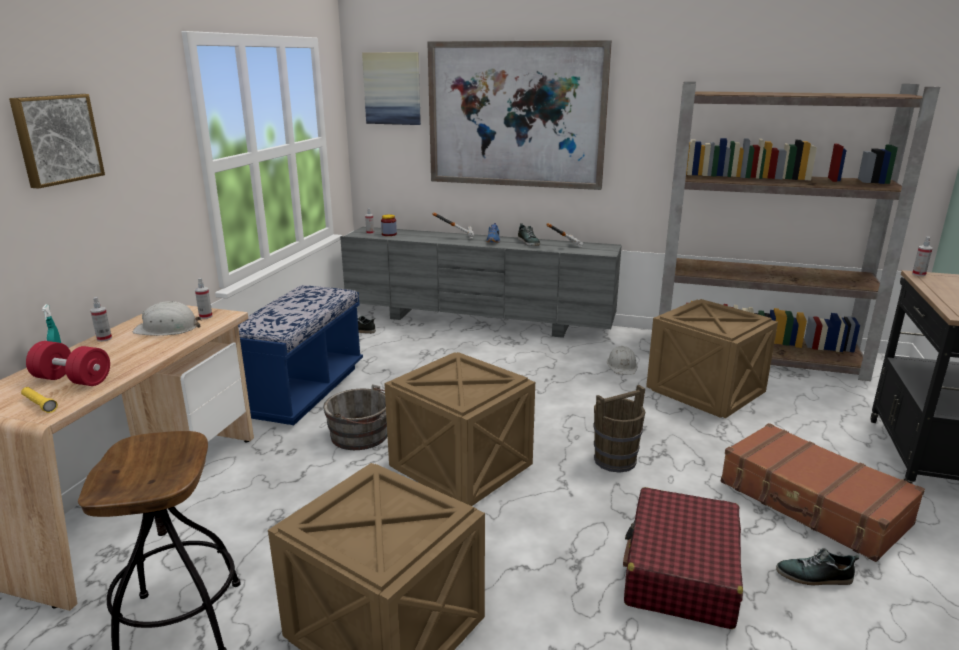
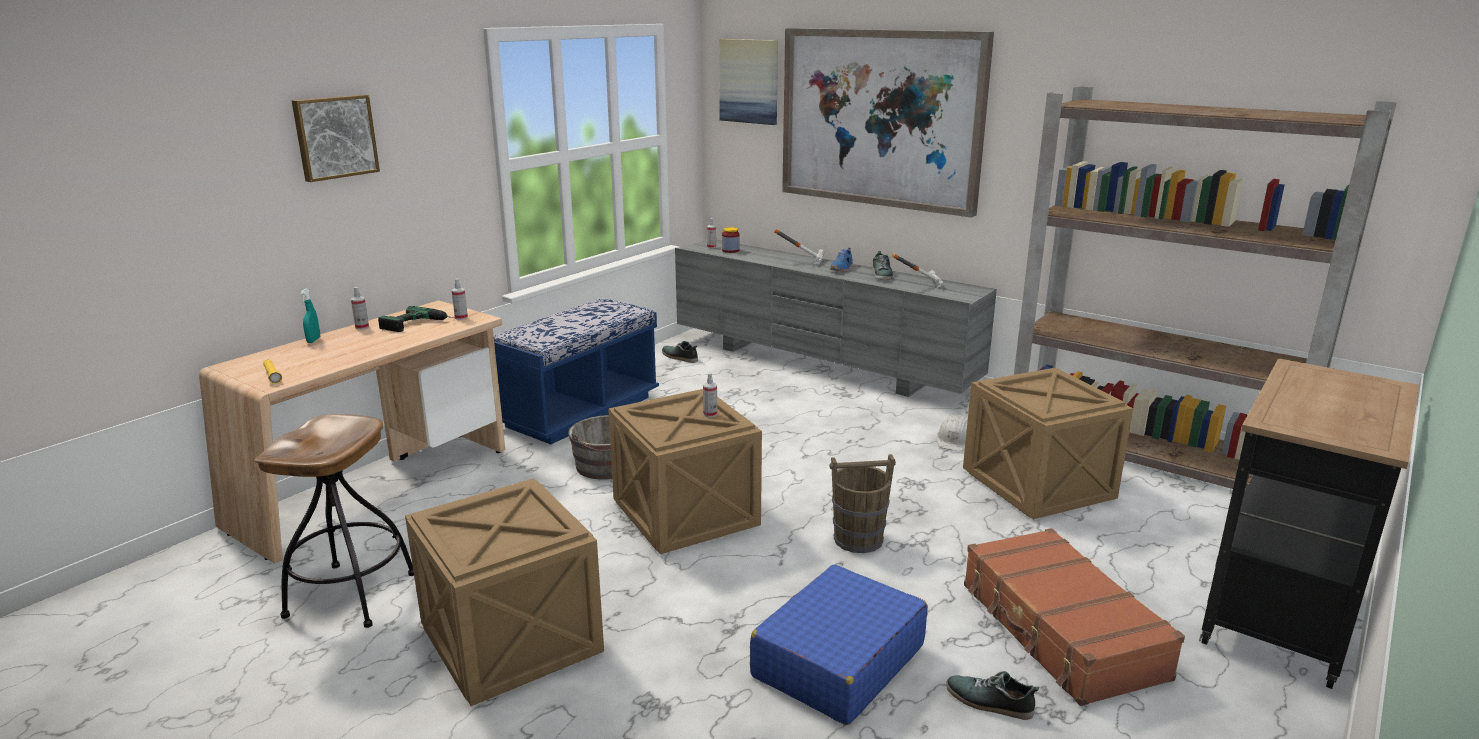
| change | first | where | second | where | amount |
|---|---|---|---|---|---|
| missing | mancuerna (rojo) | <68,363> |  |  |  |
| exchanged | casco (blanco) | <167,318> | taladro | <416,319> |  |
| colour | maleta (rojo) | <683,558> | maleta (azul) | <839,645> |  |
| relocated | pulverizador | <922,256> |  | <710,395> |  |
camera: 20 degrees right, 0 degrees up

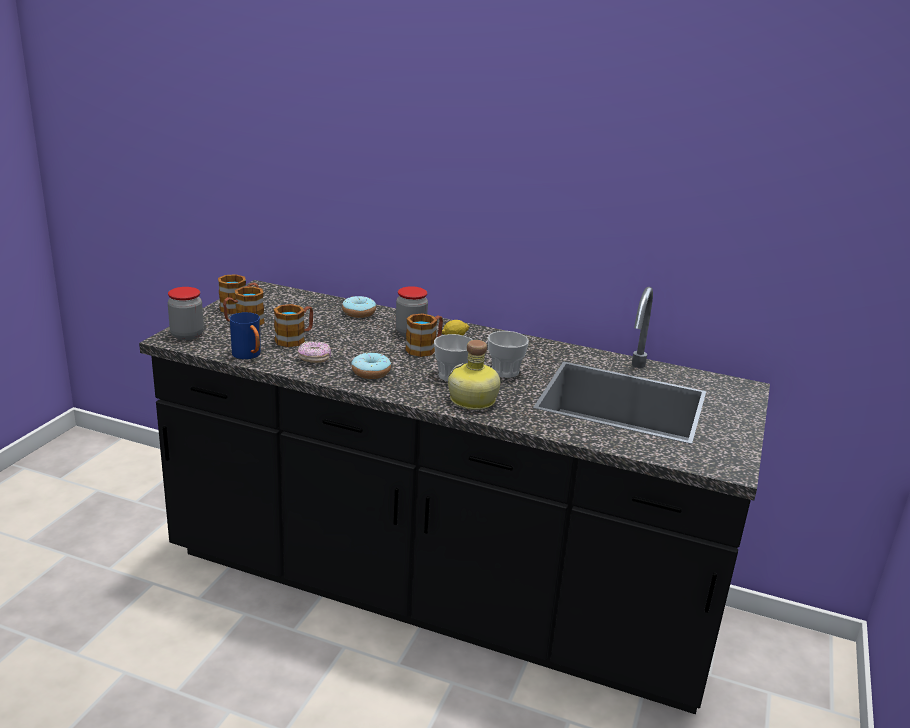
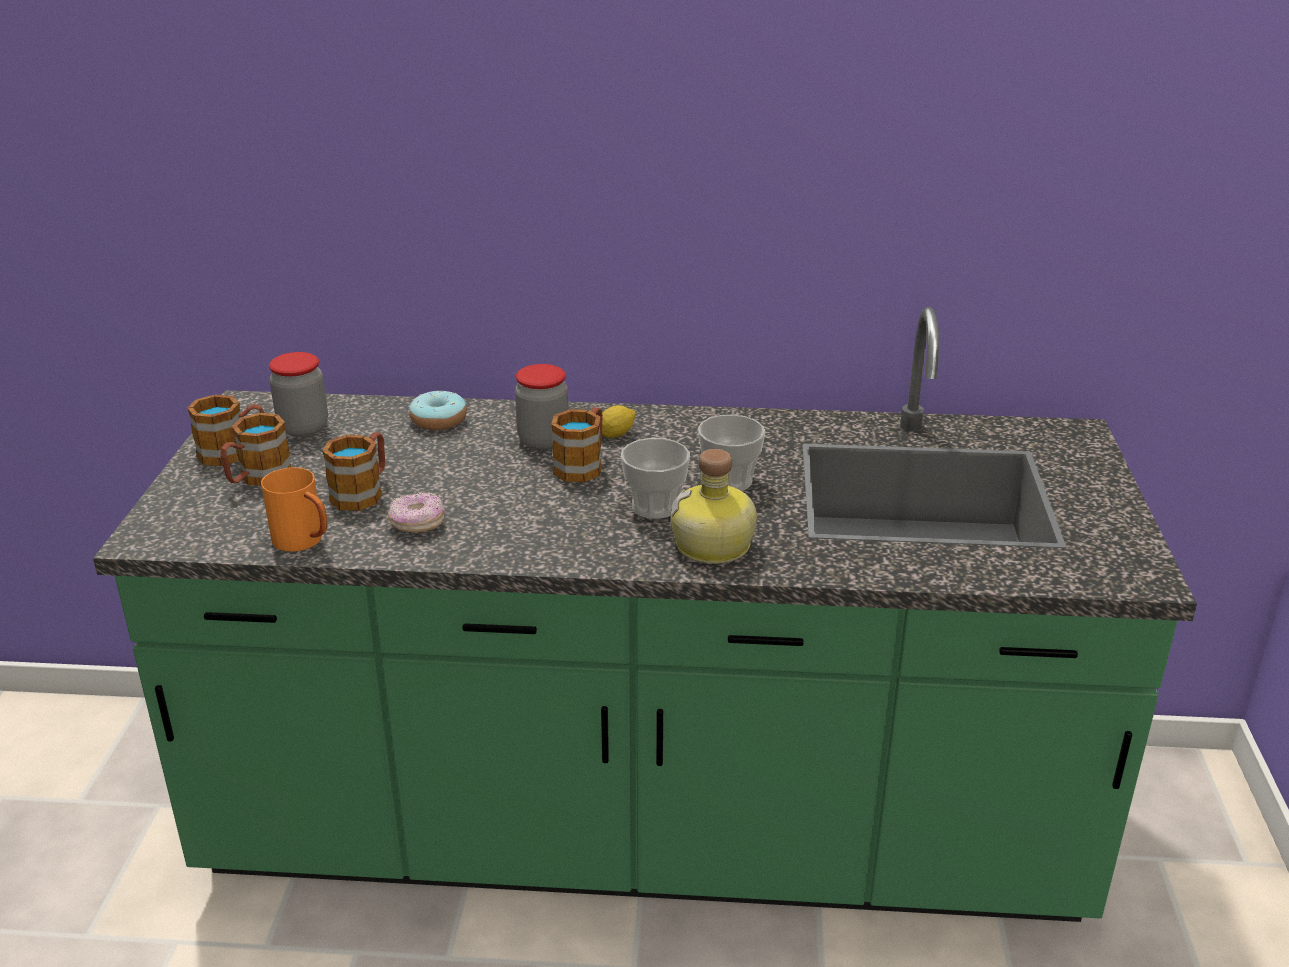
| change | first | where | second | where | amount |
|---|---|---|---|---|---|
| colour | mueble bajo de cocina (negro) | <454,497> | mueble bajo de cocina (verde) | <645,614> |  |
| relocated | tarro | <186,313> |  | <298,394> |  |
| colour | taza grande (azul) | <245,335> | taza grande (naranja) | <294,509> |  |
| missing | rosquilla | <371,366> |  |  |  |
camera: 15 degrees left, 5 degrees up

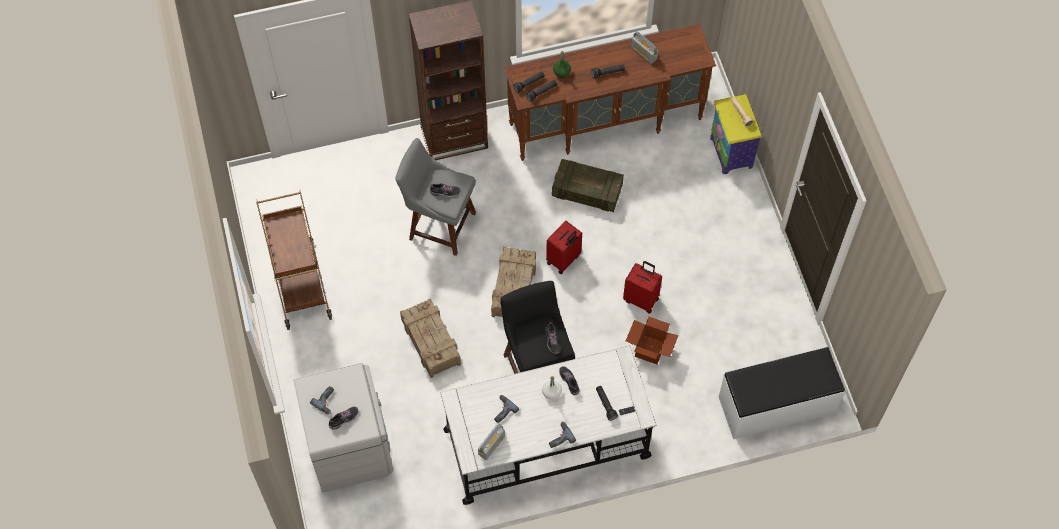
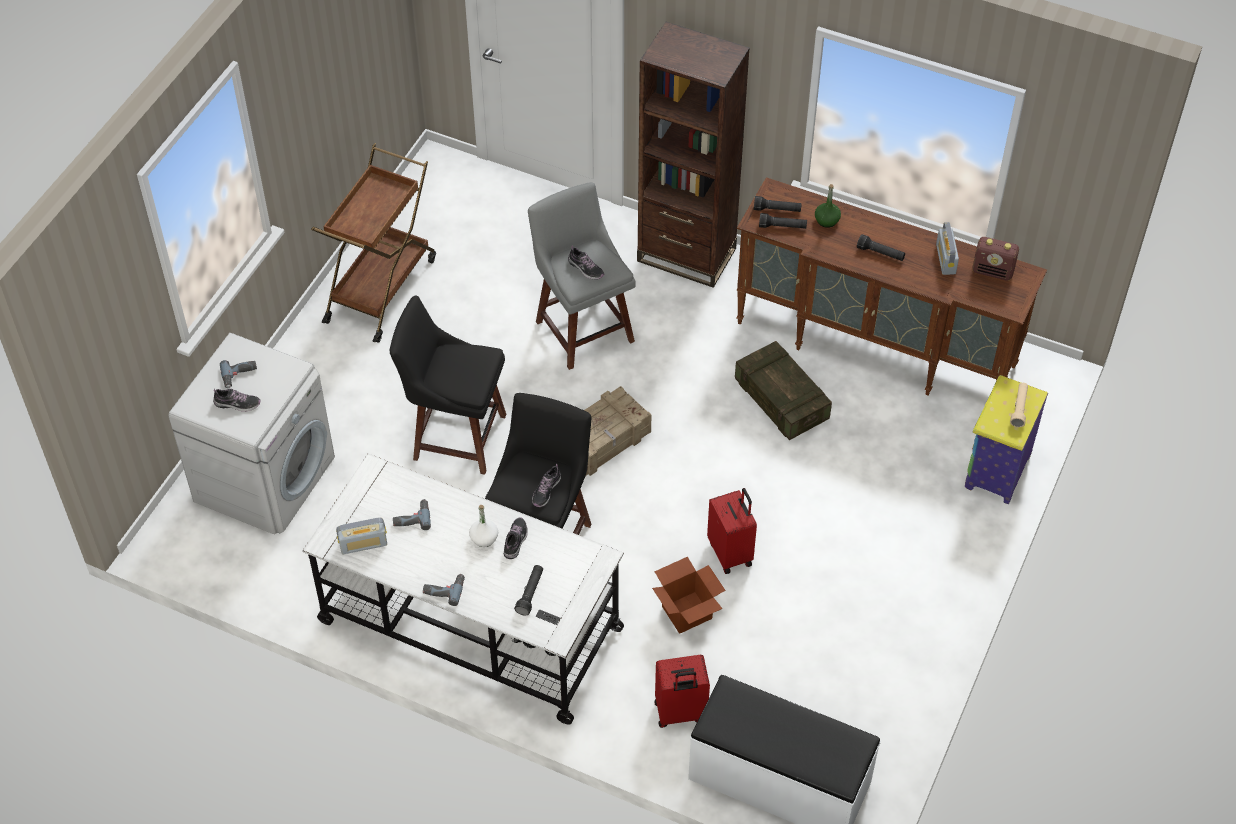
| change | first | where | second | where | amount |
|---|---|---|---|---|---|
| exchanged | caja de embalaje | <430,338> | taburete (negro) | <448,385> |  |
| relocated | maleta (rojo) | <564,247> |  | <682,691> |  |
| appeared |  |  | radio | <996,259> |  |
camera: 40 degrees right, 10 degrees down

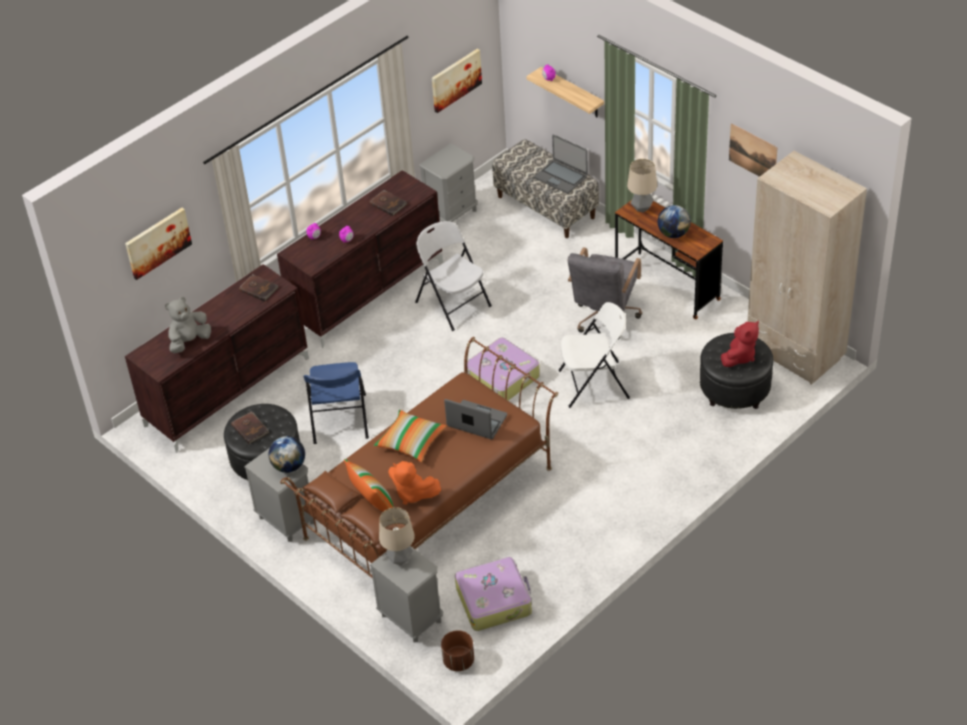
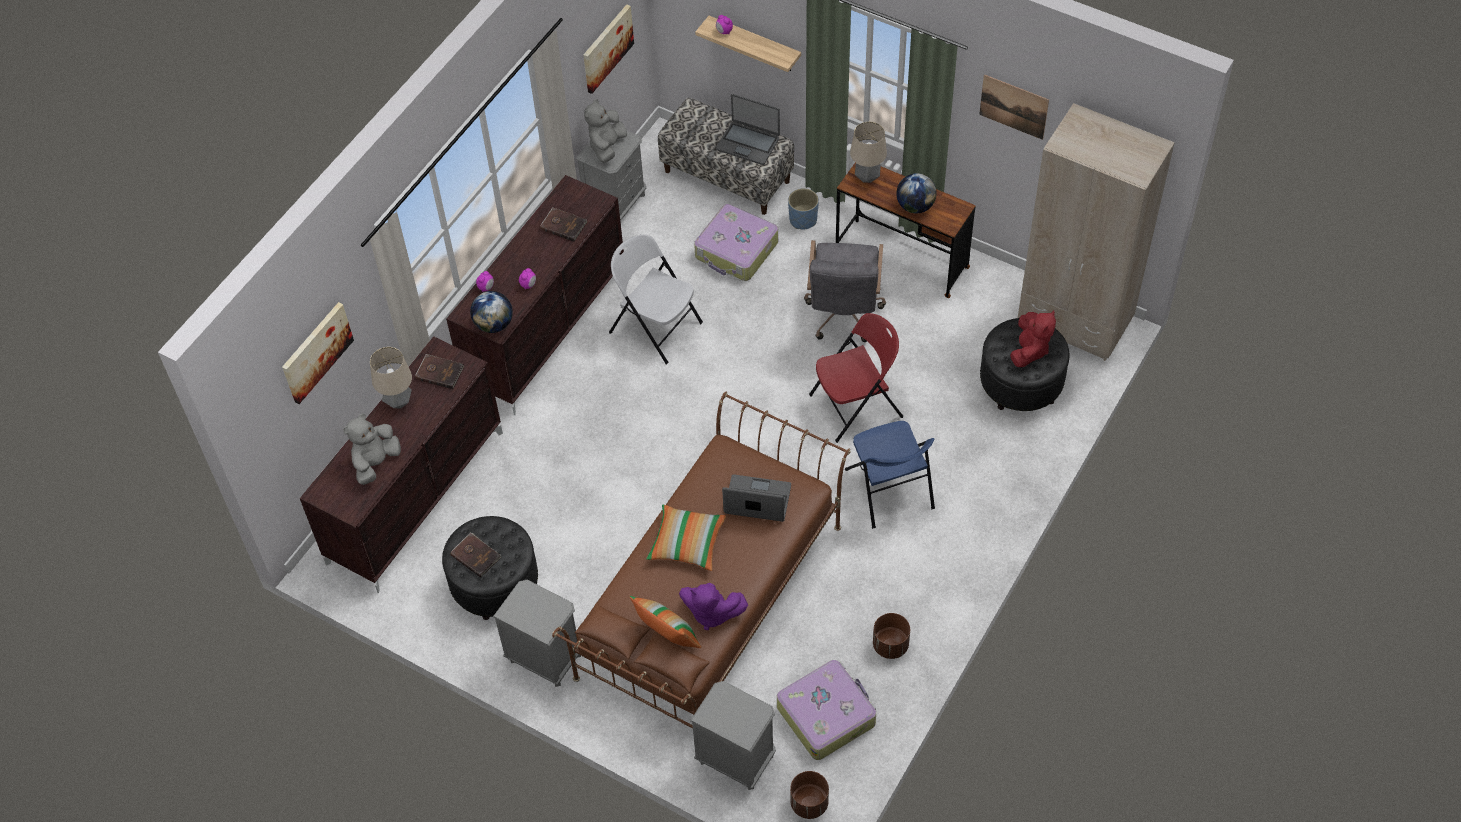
| change | first | where | second | where | amount |
|---|---|---|---|---|---|
| relocated | globo terráqueo | <287,454> |  | <491,312> |  |
| relocated | silla (azul) | <336,403> |  | <890,475> |  |
| relocated | lámpara de mesa | <397,536> |  | <391,378> |  |
| colour | peluche (naranja) | <414,483> | peluche (morado) | <713,606> |  |
| relocated | maleta | <503,369> |  | <736,242> |  |
| colour | silla (blanco) | <594,355> | silla (rojo) | <856,378> |  |
| appeared |  |  | peluche (gris) | <605,131> |  |
| appeared |  |  | maceta (azul) | <803,209> |  |
| appeared |  |  | maceta (marrón) | <891,636> |  |
camera: 15 degrees left, 10 degrees up

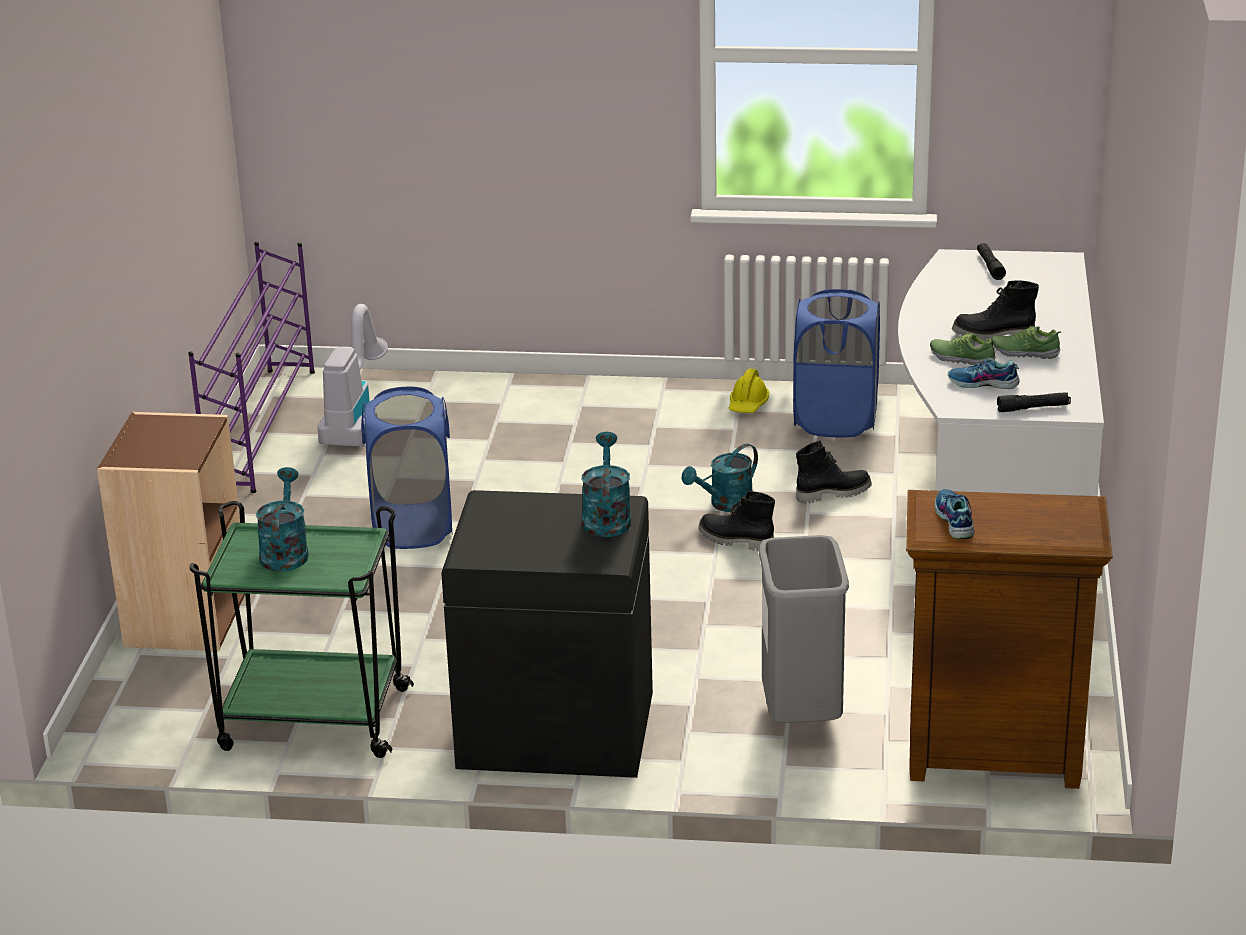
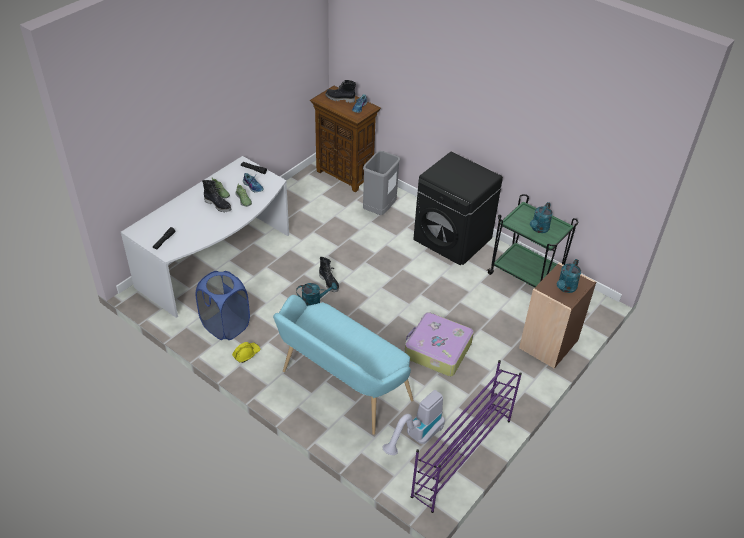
| change | first | where | second | where | amount |
|---|---|---|---|---|---|
| exchanged | cesto de la ropa (azul) | <407,468> | maleta | <439,344> |  |
| relocated | regadera (turquesa) | <606,484> |  | <569,276> |  |
| relocated | bota (negro) | <834,472> |  | <340,91> |  |
| appeared |  |  | banco (turquesa) | <343,365> |  |
camera: 150 degrees left, 15 degrees up

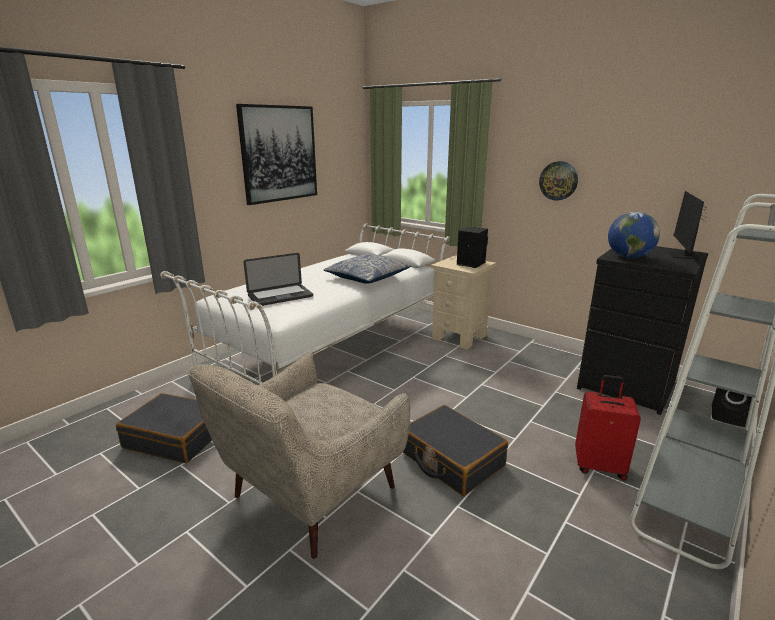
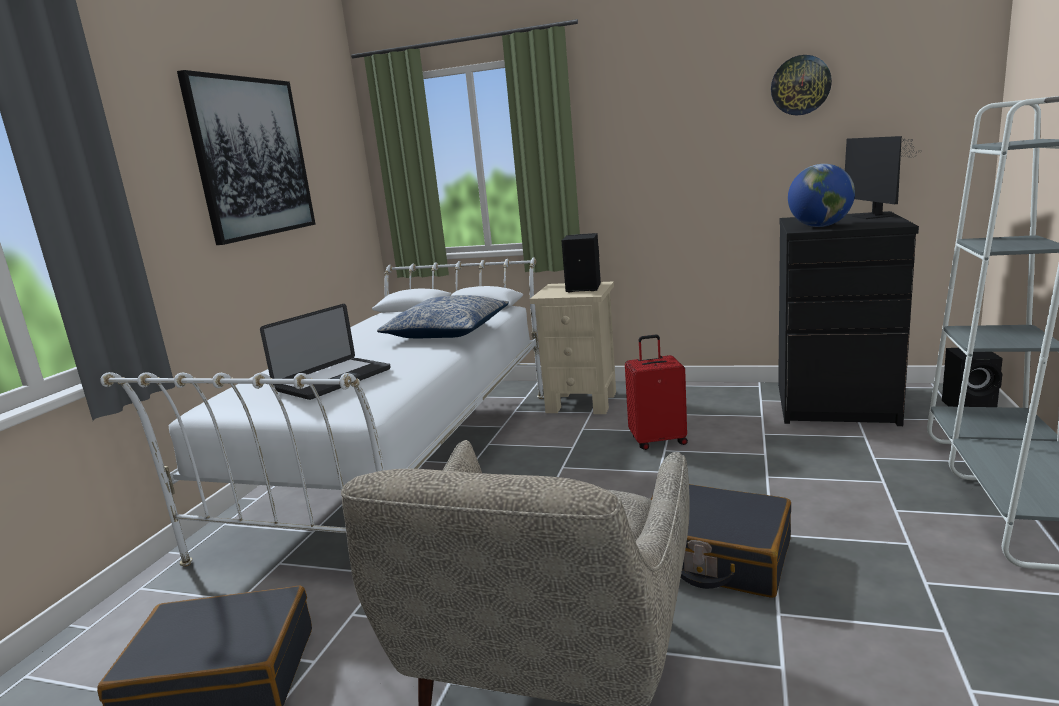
| change | first | where | second | where | amount |
|---|---|---|---|---|---|
| relocated | reloj de pared | <558,181> |  | <801,85> |  |
| relocated | maleta (rojo) | <608,427> |  | <656,392> |  |
camera: 20 degrees left, 5 degrees down

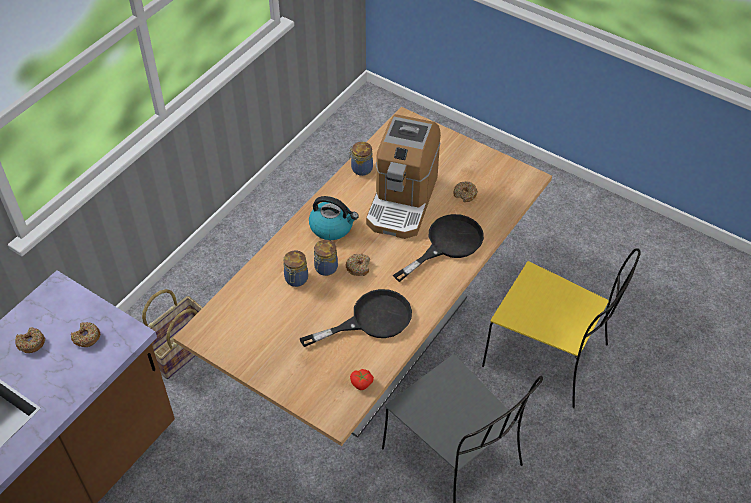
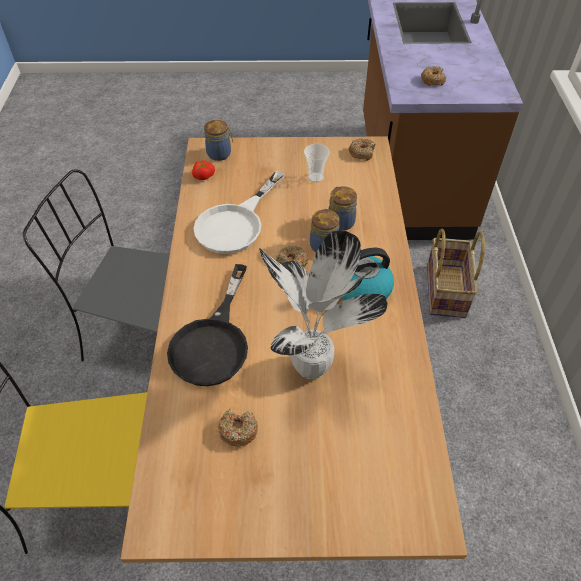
| change | first | where | second | where | amount |
|---|---|---|---|---|---|
| relocated | rosquilla | <30,340> |  | <362,149> |  |
| colour | sartén (negro) | <356,318> | sartén (blanco) | <239,212> |  |
| relocated | tarro | <361,159> |  | <218,140> |  |
| exchanged | cafetera | <403,176> | planta en maceta | <323,304> |  |
| appeared |  |  | taza | <317,163> |  |
camera: 145 degrees right, 0 degrees up

